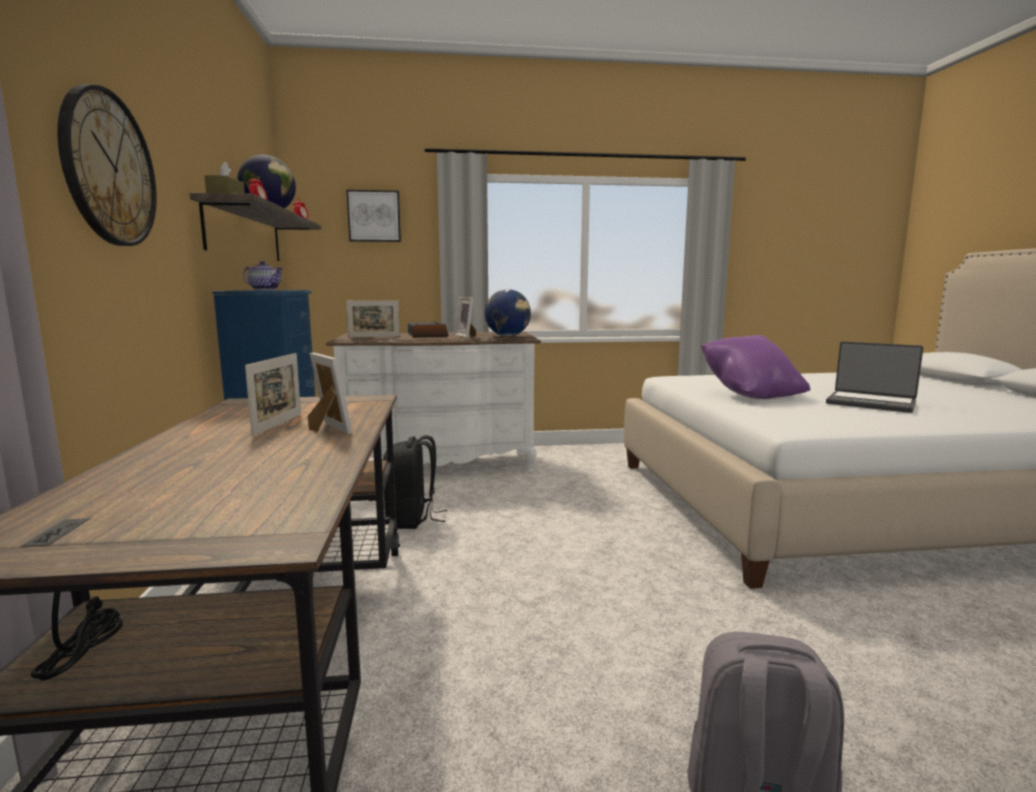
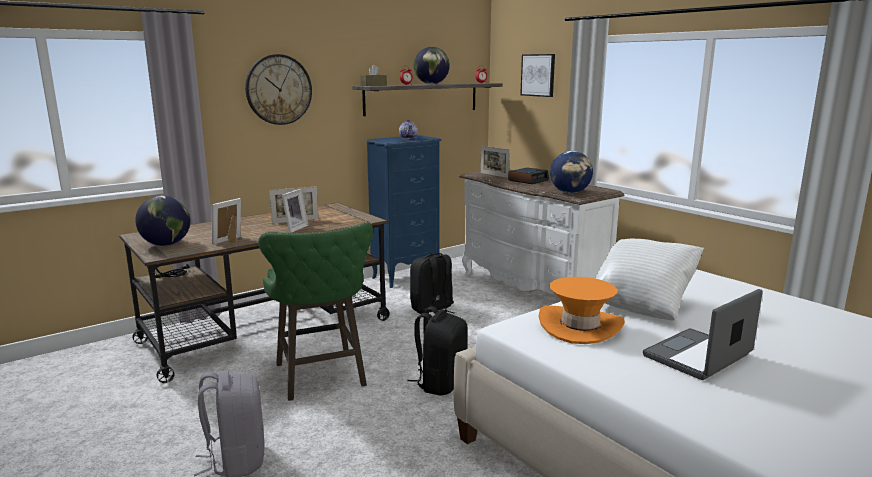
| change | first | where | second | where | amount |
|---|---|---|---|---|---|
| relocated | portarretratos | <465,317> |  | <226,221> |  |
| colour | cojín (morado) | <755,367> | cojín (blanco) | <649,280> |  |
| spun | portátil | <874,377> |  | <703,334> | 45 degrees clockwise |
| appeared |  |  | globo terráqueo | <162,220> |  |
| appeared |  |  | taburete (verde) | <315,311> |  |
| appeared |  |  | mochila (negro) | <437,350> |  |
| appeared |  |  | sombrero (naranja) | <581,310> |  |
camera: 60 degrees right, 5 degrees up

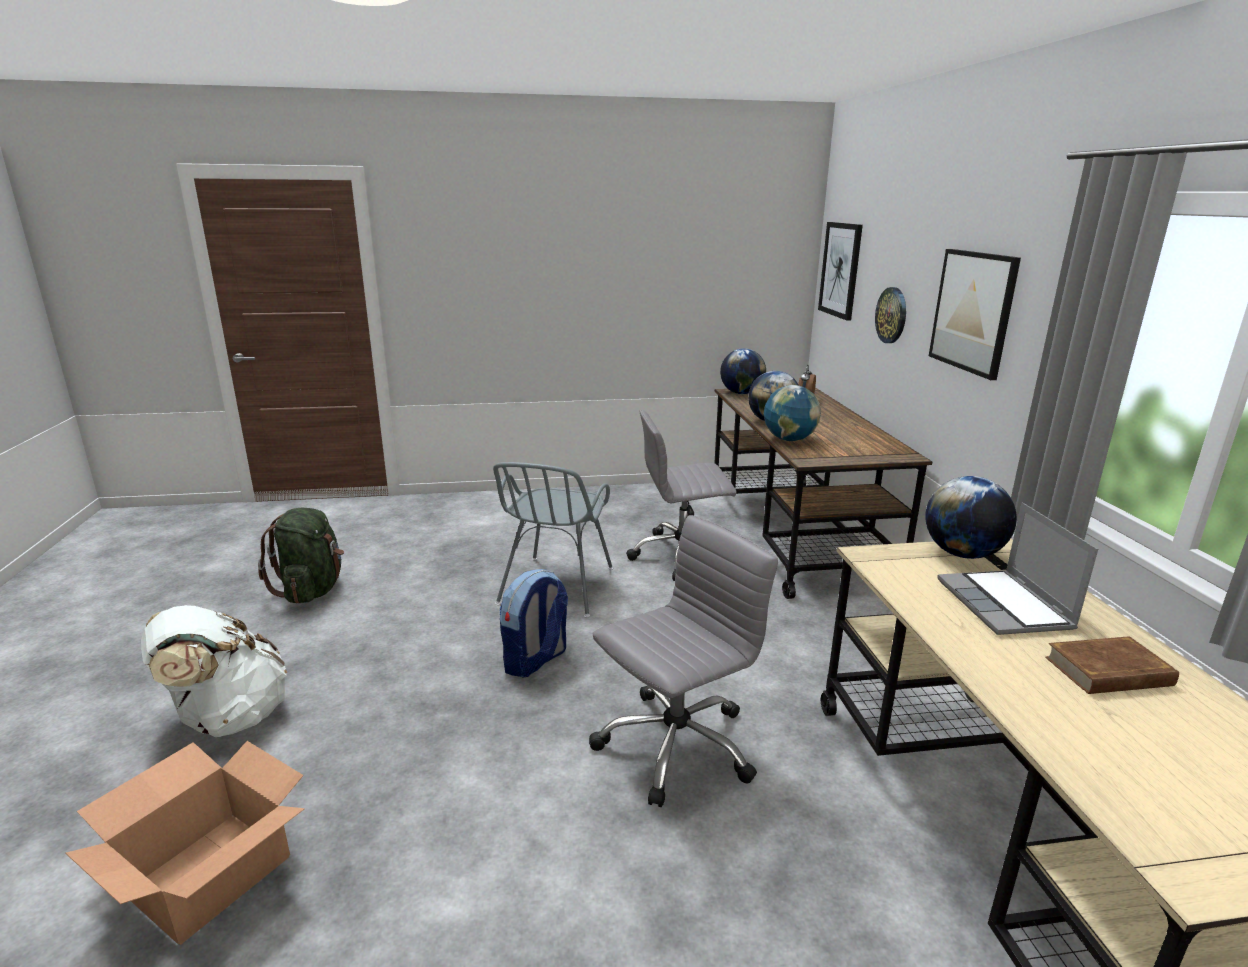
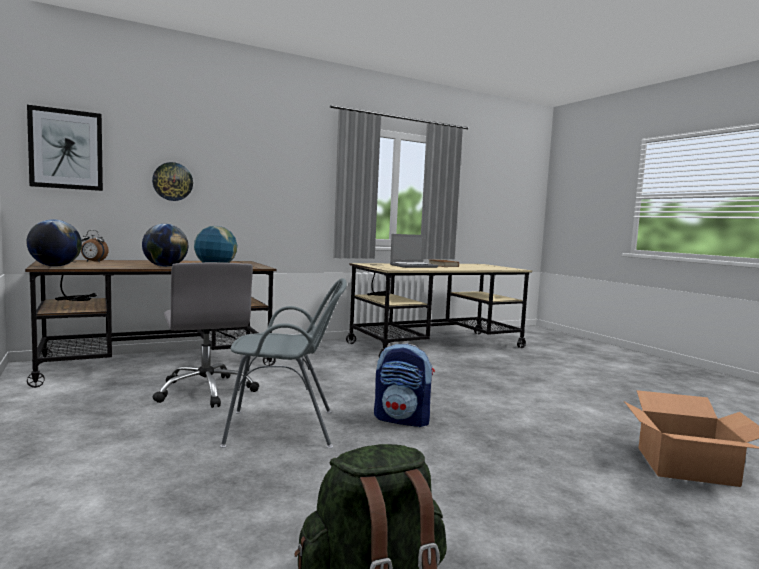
| change | first | where | second | where | amount |
|---|---|---|---|---|---|
| missing | mochila (blanco) | <214,671> |  |  |  |
| missing | silla de oficina (gris) | <683,661> |  |  |  |
| missing | globo terráqueo | <971,517> |  |  |  |
| missing | cuadro | <975,314> |  |  |  |
camera: 110 degrees left, 15 degrees down

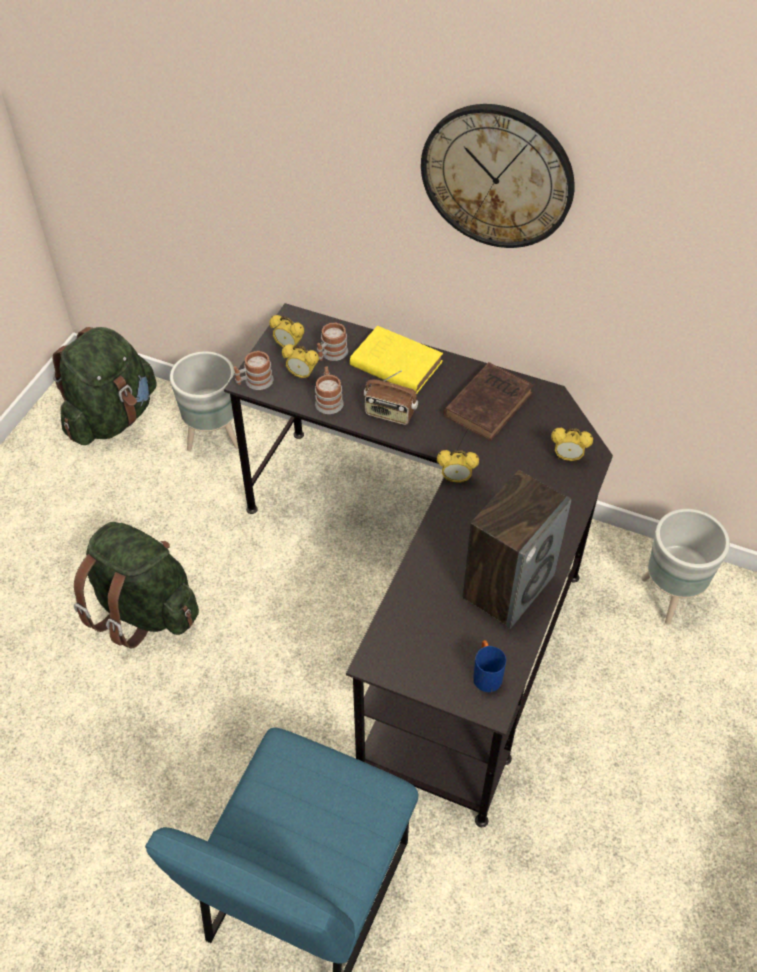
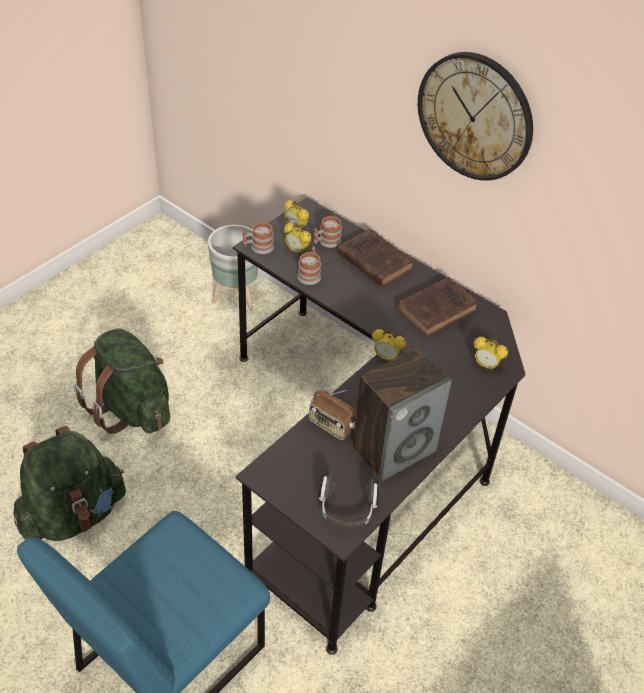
| change | first | where | second | where | amount |
|---|---|---|---|---|---|
| relocated | mochila (verde) | <105,386> |  | <70,483> |  |
| colour | libro (amarillo) | <396,360> | libro (marrón) | <376,258> |  |
| relocated | radio | <391,397> |  | <332,415> |  |
| exchanged | taza grande (azul) | <489,666> | auriculares | <349,499> |  |
| missing | maceta (gris) | <686,567> |  |  |  |
camera: 15 degrees right, 5 degrees down

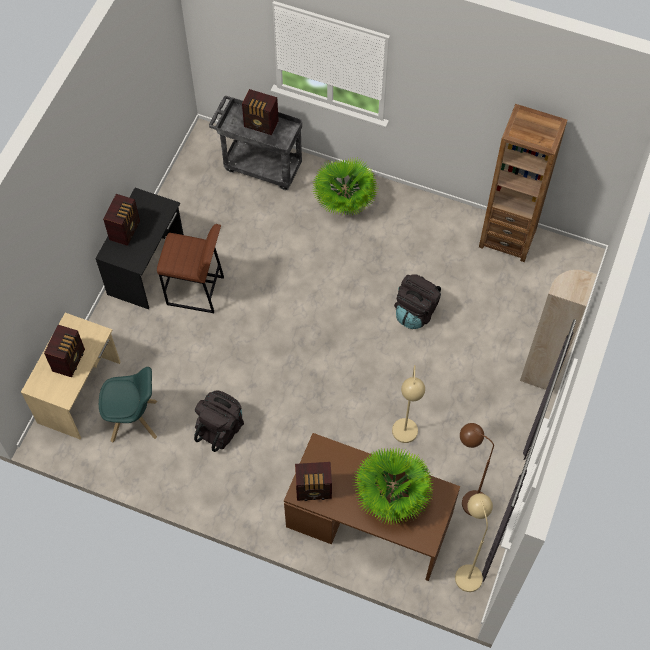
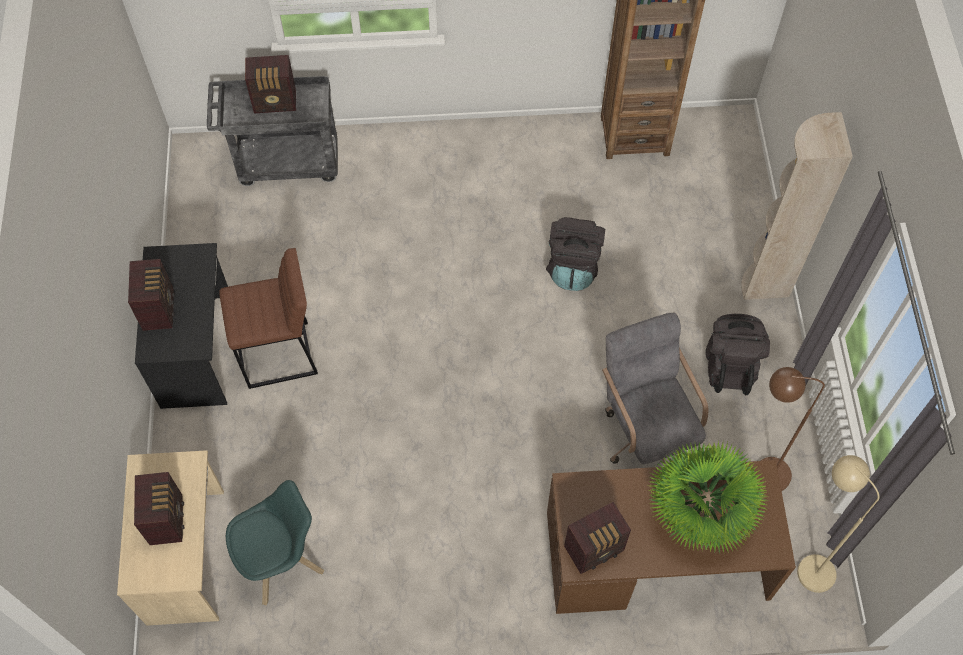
| change | first | where | second | where | amount |
|---|---|---|---|---|---|
| relocated | mochila (negro) | <219,421> |  | <737,354> |  |
| missing | planta en maceta | <344,186> |  |  |  |
| exchanged | lámpara de pie (beis) | <408,404> | silla de oficina (gris) | <655,388> |  |
camera: 25 degrees left, 0 degrees up

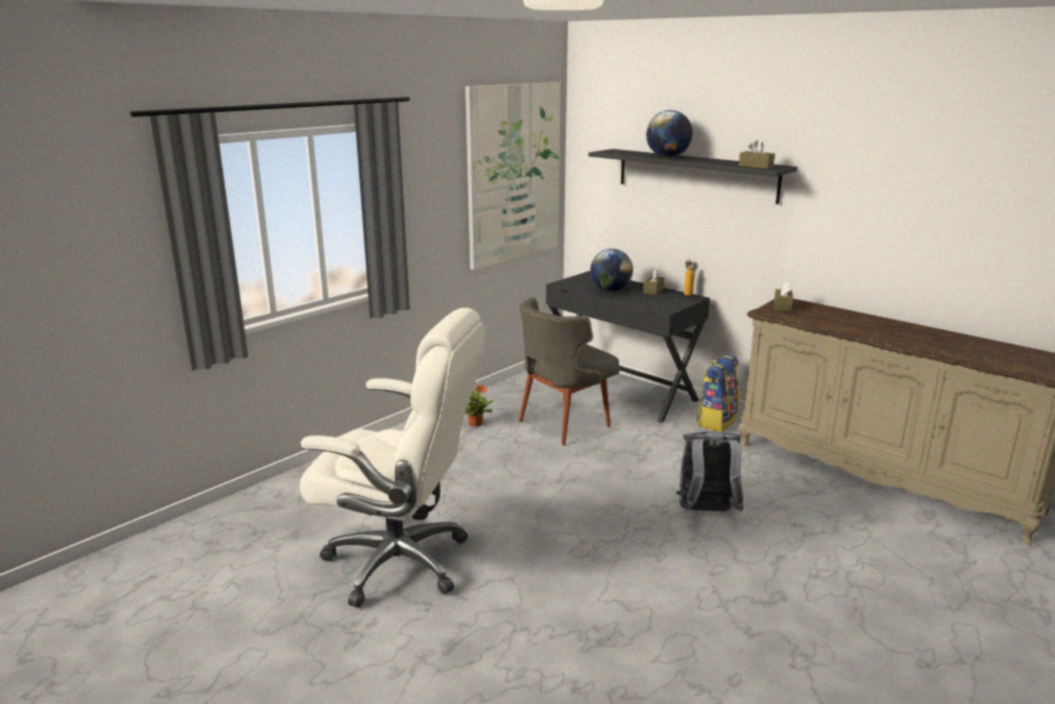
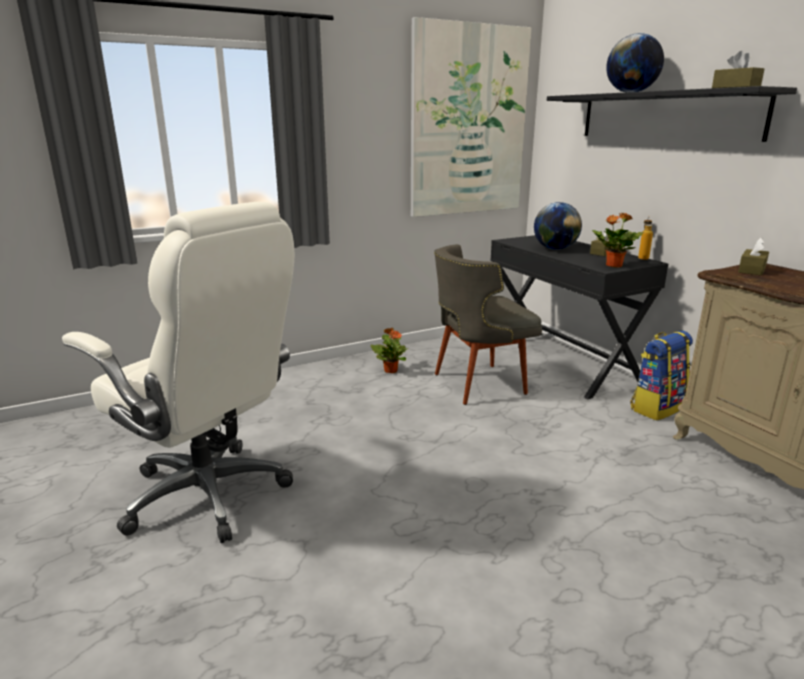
| change | first | where | second | where | amount |
|---|---|---|---|---|---|
| missing | mochila (gris) | <710,471> |  |  |  |
| appeared |  |  | planta en maceta | <617,240> |  |
camera: 20 degrees right, 0 degrees up

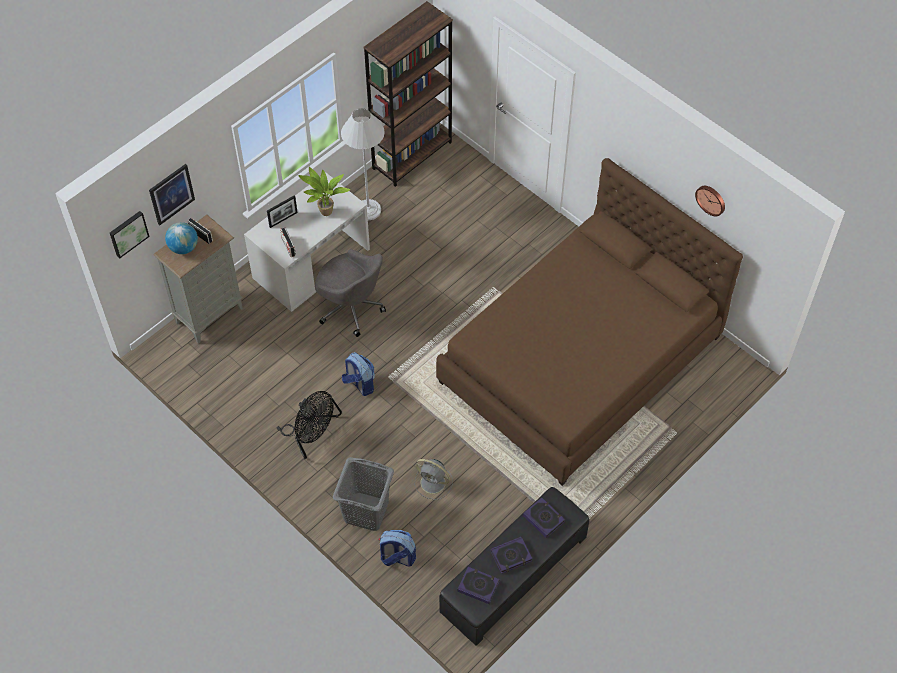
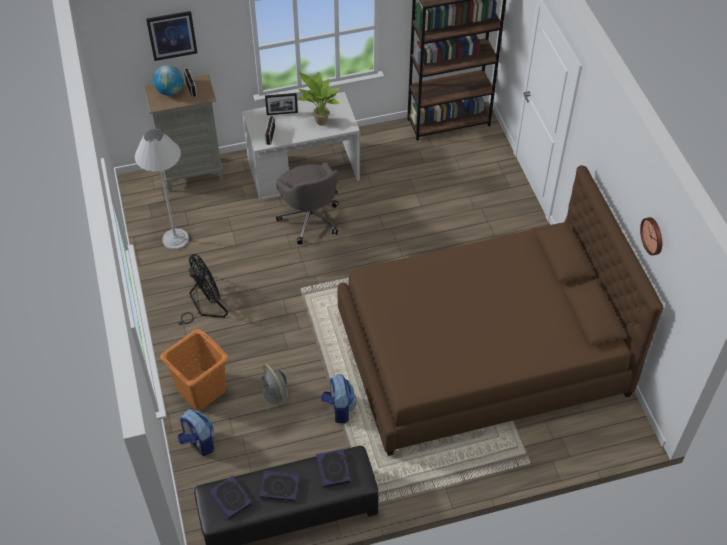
| change | first | where | second | where | amount |
|---|---|---|---|---|---|
| missing | cuadro | <130,234> |  |  |  |
| spun | ventilador (negro) | <309,425> |  | <203,289> | 90 degrees counterclockwise |
| colour | cesto de la ropa (gris) | <363,494> | cesto de la ropa (naranja) | <194,369> |  |
| relocated | lámpara de pie (blanco) | <363,164> |  | <162,189> |  |
| relocated | mochila | <358,374> |  | <339,398> |  |
camera: 30 degrees right, 5 degrees down

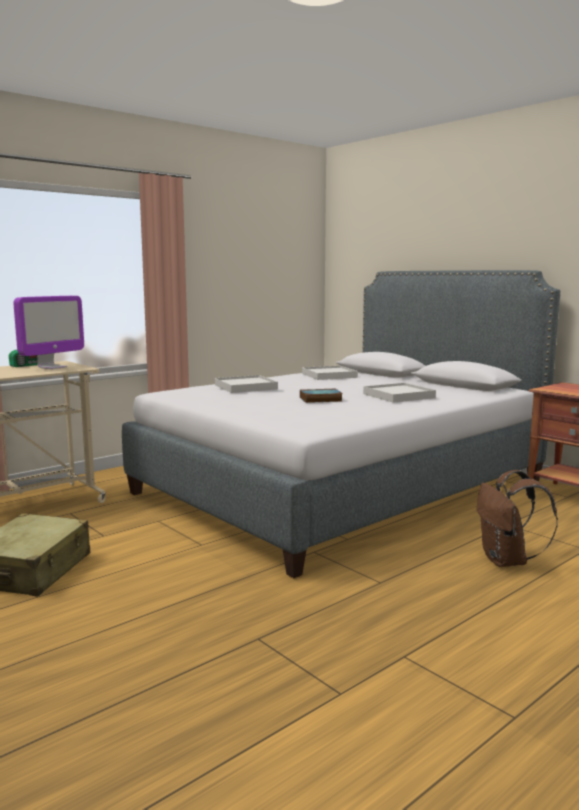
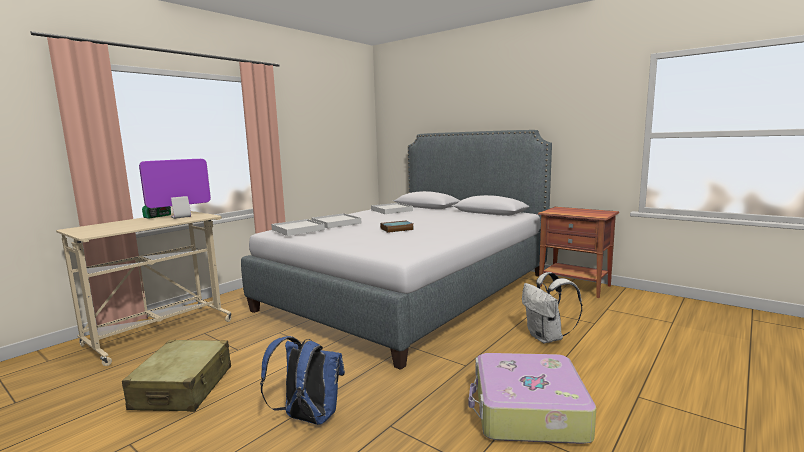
| change | first | where | second | where | amount |
|---|---|---|---|---|---|
| spun | monitor | <49,332> |  | <175,189> | 150 degrees counterclockwise |
| relocated | bandeja (blanco) | <399,393> |  | <298,227> |  |
| colour | mochila (marrón) | <517,518> | mochila (blanco) | <552,307> |  |
| appeared |  |  | mochila (azul) | <302,380> |  |
| appeared |  |  | maleta | <532,398> |  |
camera: 10 degrees left, 0 degrees up

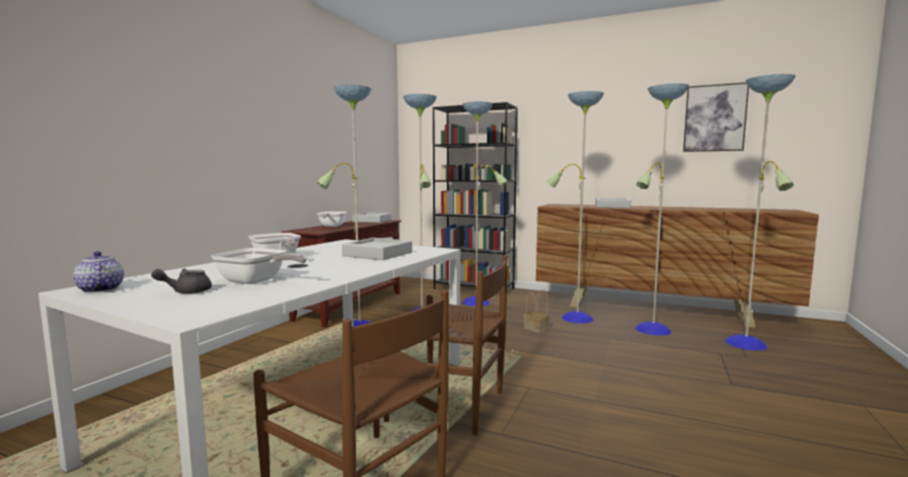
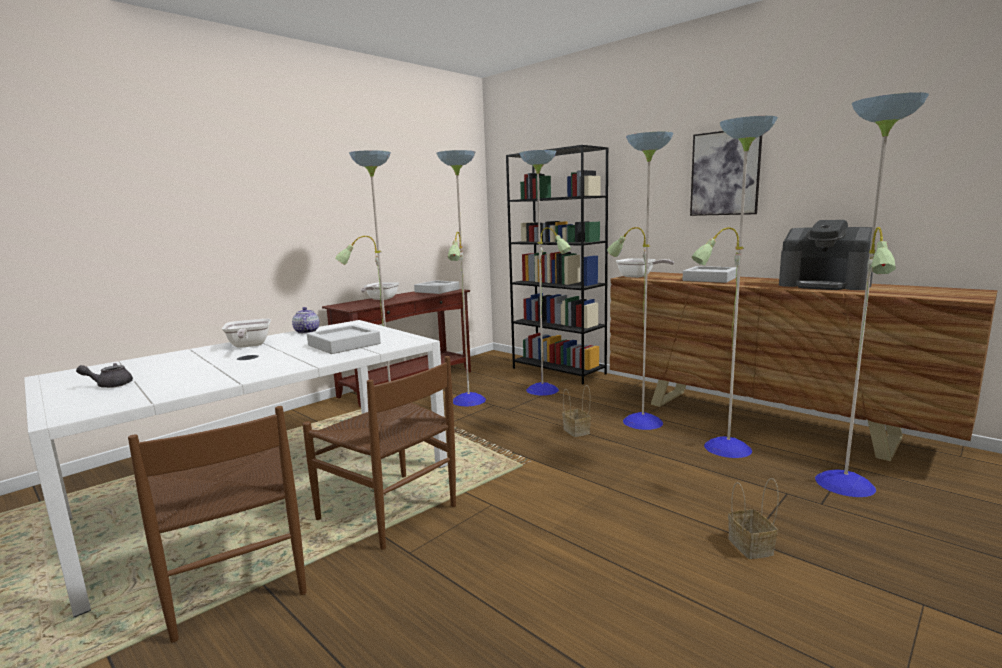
| change | first | where | second | where | amount |
|---|---|---|---|---|---|
| relocated | tetera | <98,272> |  | <305,320> |  |
| relocated | sartén | <259,266> |  | <645,268> |  |
| relocated | cuadro | <716,117> |  | <726,173> |  |
| appeared |  |  | cesta | <753,518> |  |
| appeared |  |  | cafetera | <827,255> |  |
camera: 20 degrees right, 5 degrees up

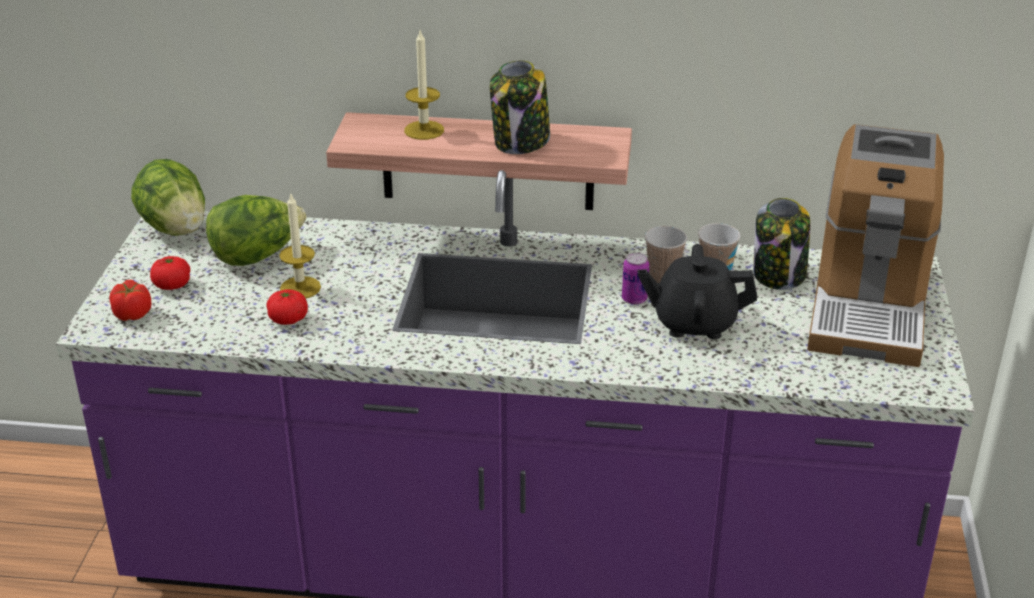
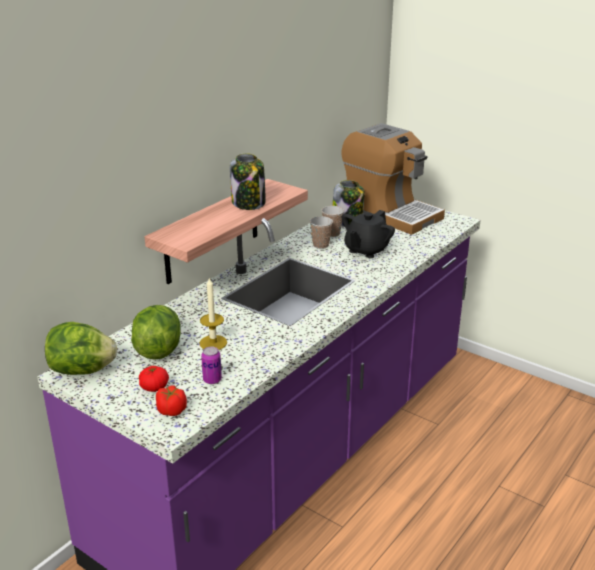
| change | first | where | second | where | amount |
|---|---|---|---|---|---|
| missing | tomate | <287,307> |  |  |  |
| missing | vela | <424,85> |  |  |  |
| relocated | lata | <635,279> |  | <211,365> |  |
camera: 60 degrees left, 5 degrees down

